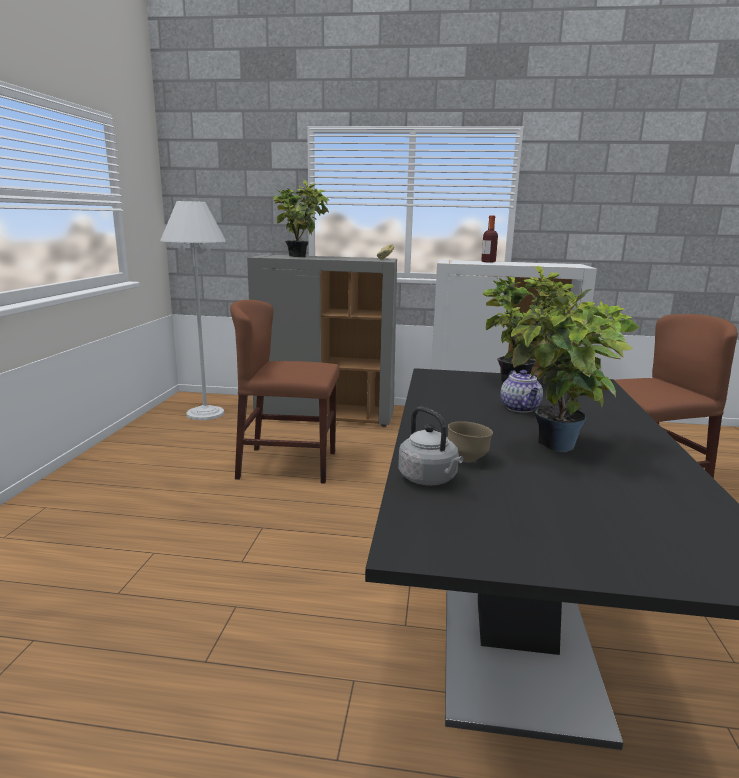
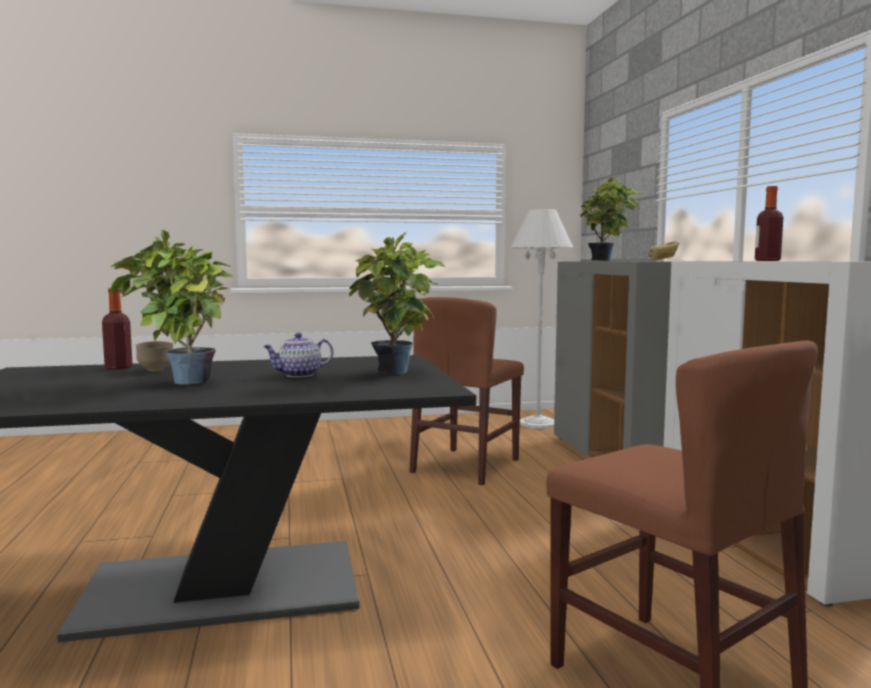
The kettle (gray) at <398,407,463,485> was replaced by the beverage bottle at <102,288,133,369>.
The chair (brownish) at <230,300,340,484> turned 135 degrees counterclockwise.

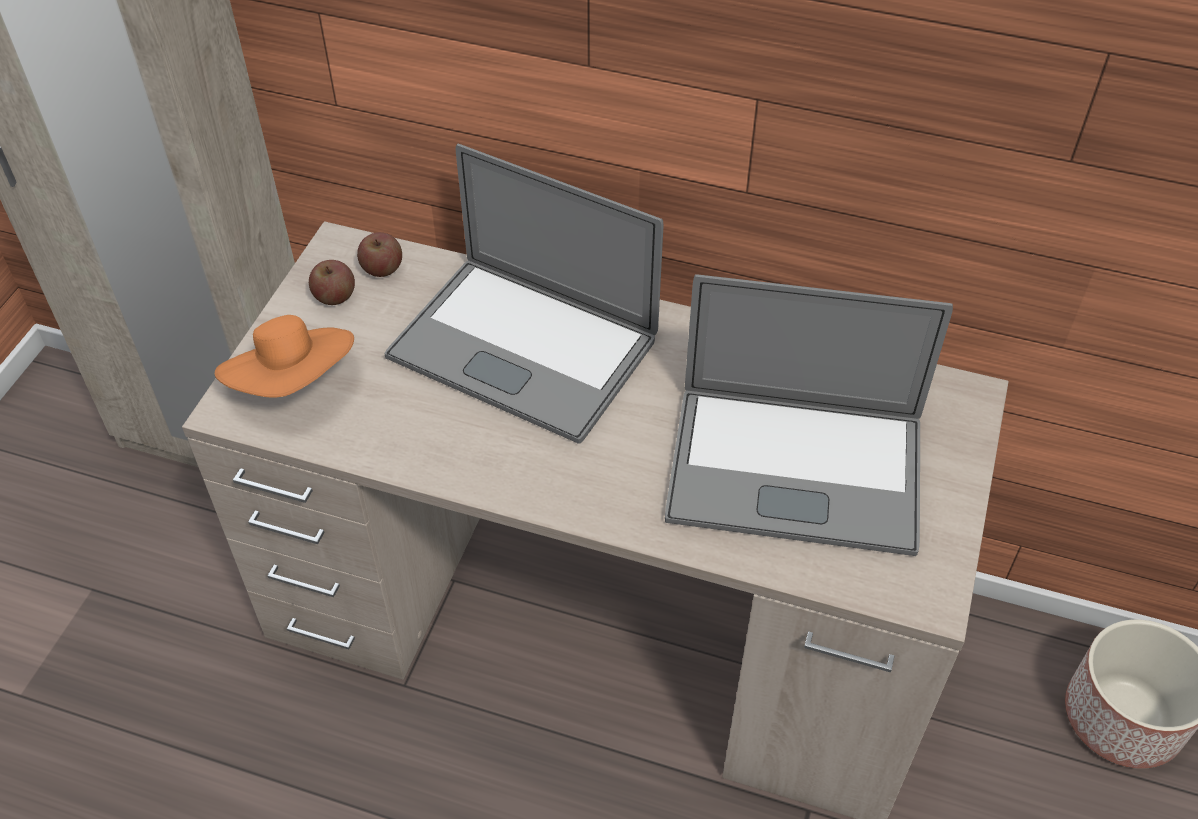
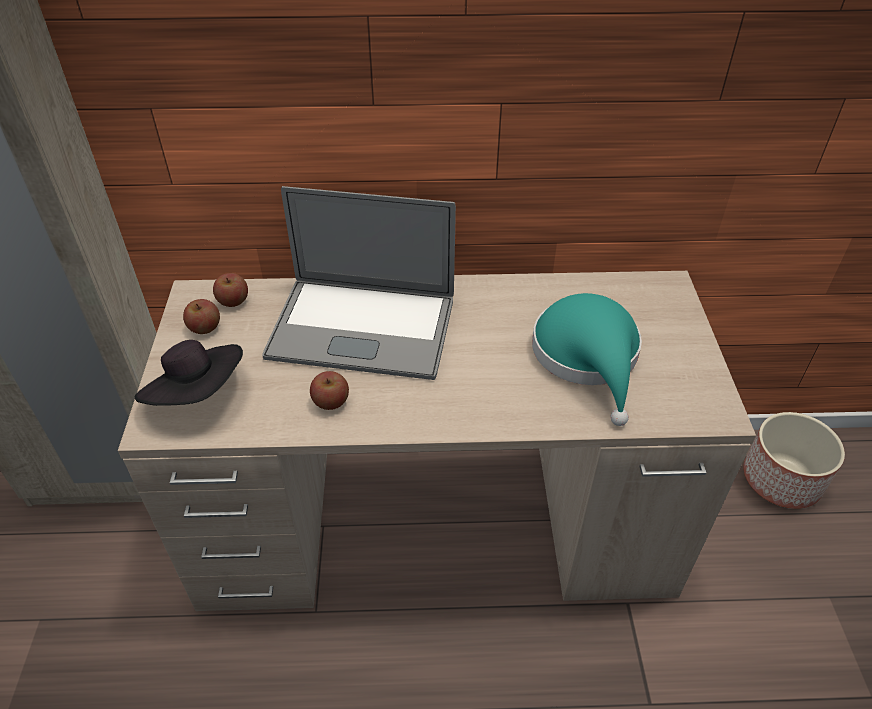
The whole apple at <310,371,349,410> appeared.
The portable computer at <665,274,953,556> was replaced by the wearable hat (turquoise-coloured) at <532,293,642,426>.
The wearable hat (orangey) at <215,315,354,398> became the wearable hat (black) at <135,340,243,406>.

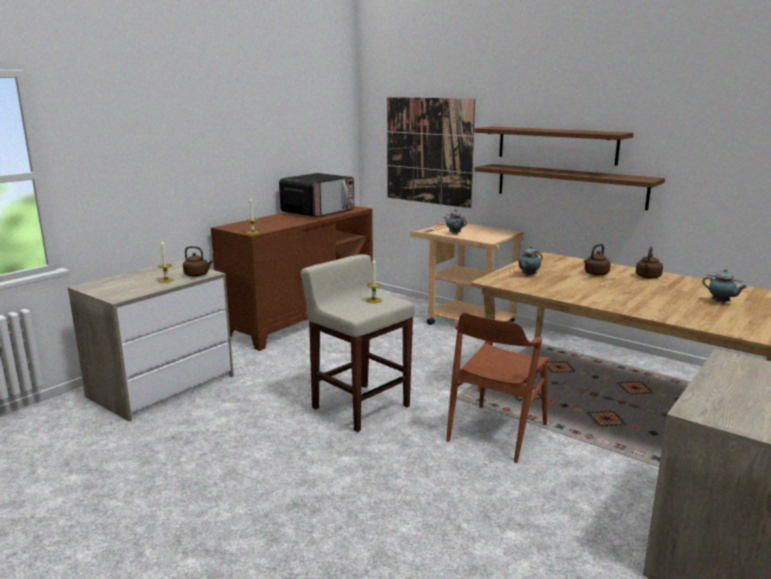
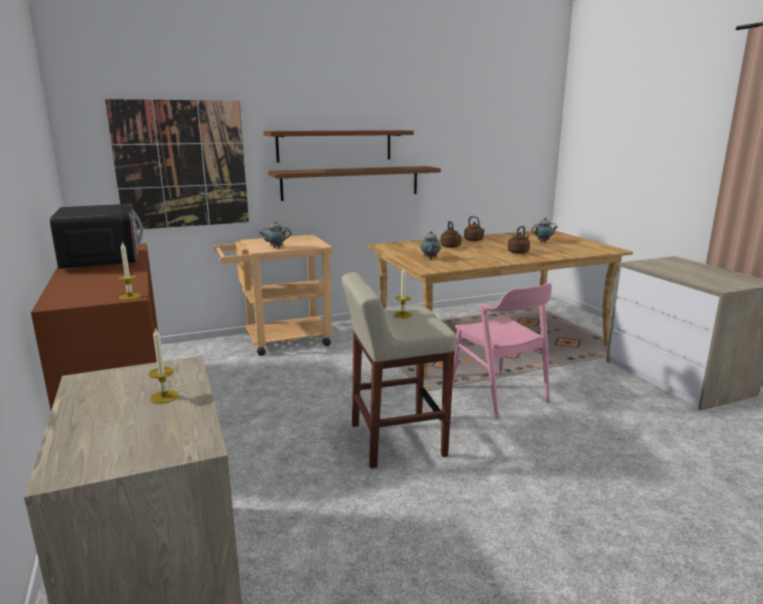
The kettle (brownish) moved from <183,246,213,277> to <508,226,530,254>.
The chair (brownish) at <446,313,549,463> became the chair (pink-coloured) at <452,283,552,419>.

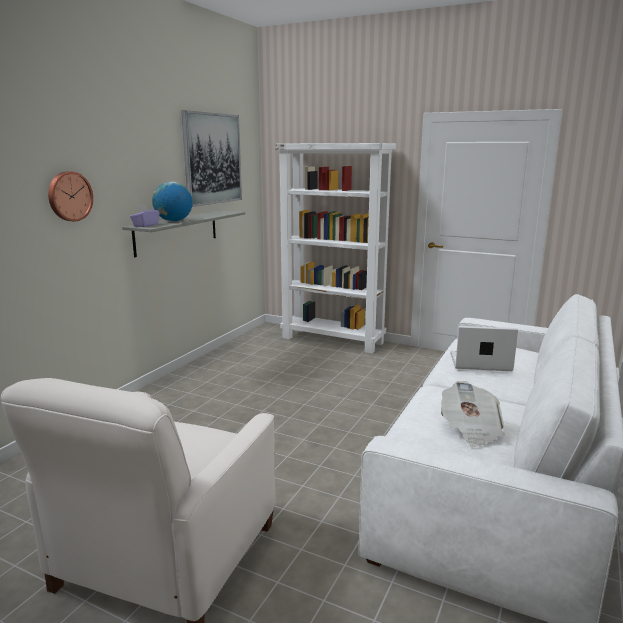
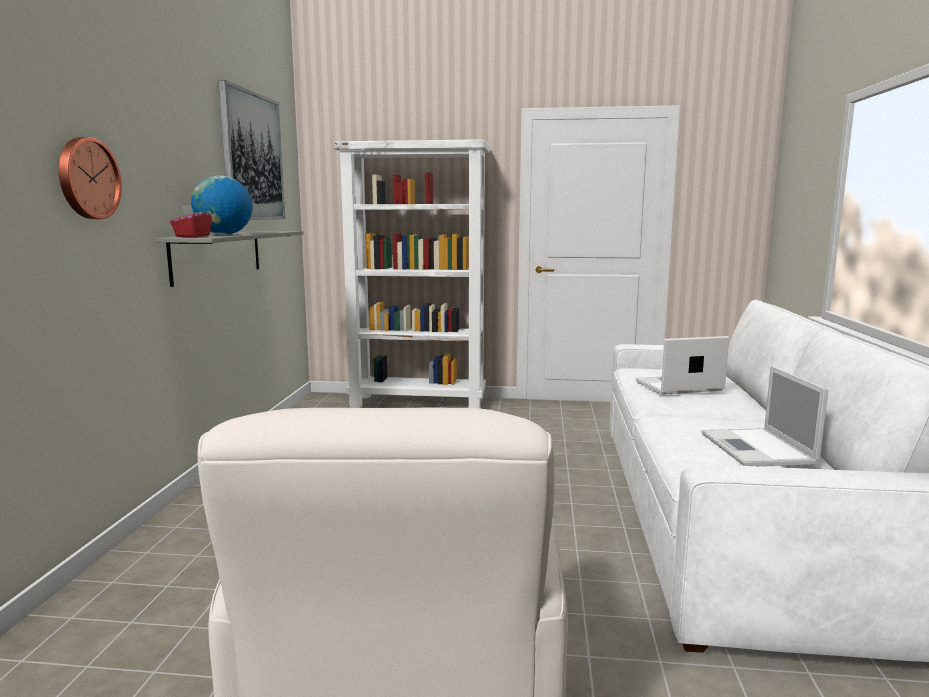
The printed paper at <441,381,505,447> was replaced by the portable computer at <702,366,828,466>.
The box of tissues (purple) at <130,205,160,227> became the box of tissues (reddish) at <170,205,212,237>.

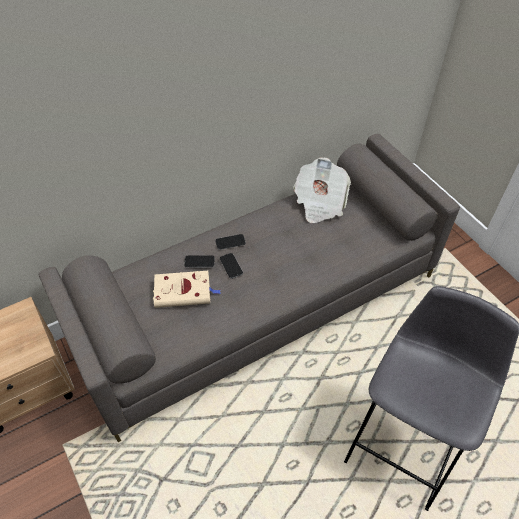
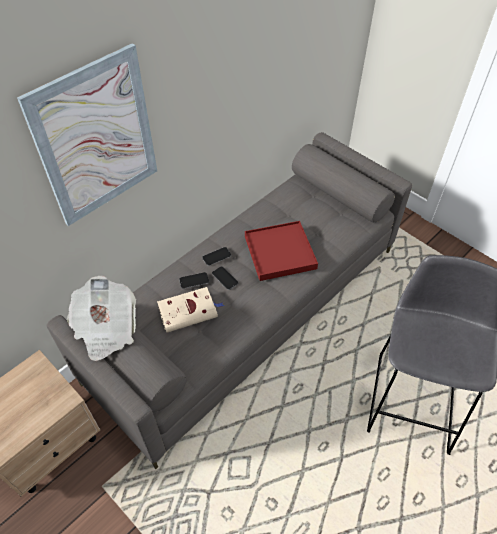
The picture at <17,43,157,226> appeared.
The serving tray (reddish) at <245,221,318,281> appeared.
The printed paper moved from <293,157,351,223> to <67,276,136,361>.

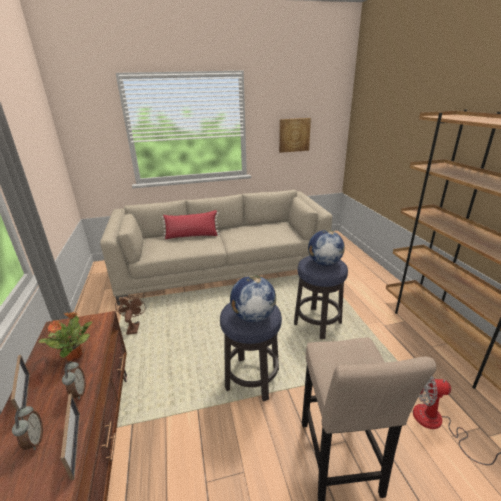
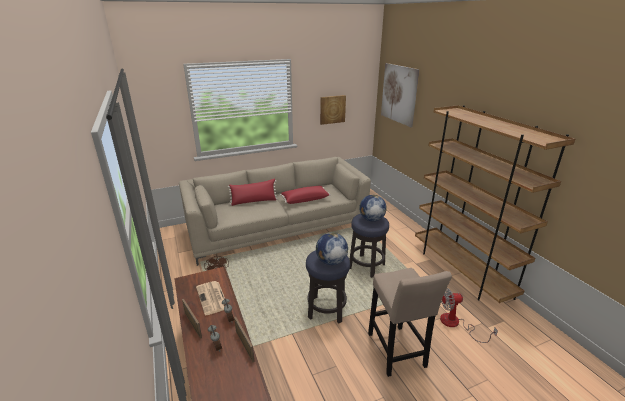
The cushion (reddish) at <280,186,331,204> appeared.
The picture at <381,63,420,127> appeared.
The plant in a pot at <39,312,92,361> was replaced by the printed paper at <196,281,225,315>.

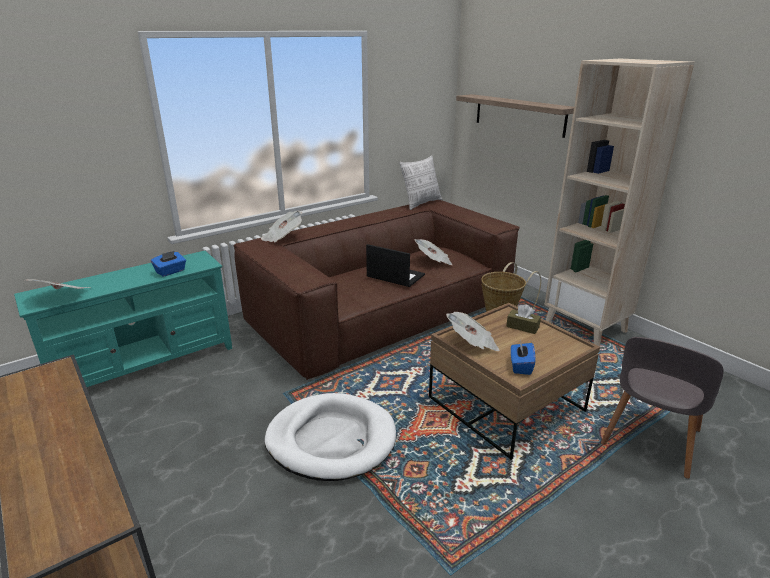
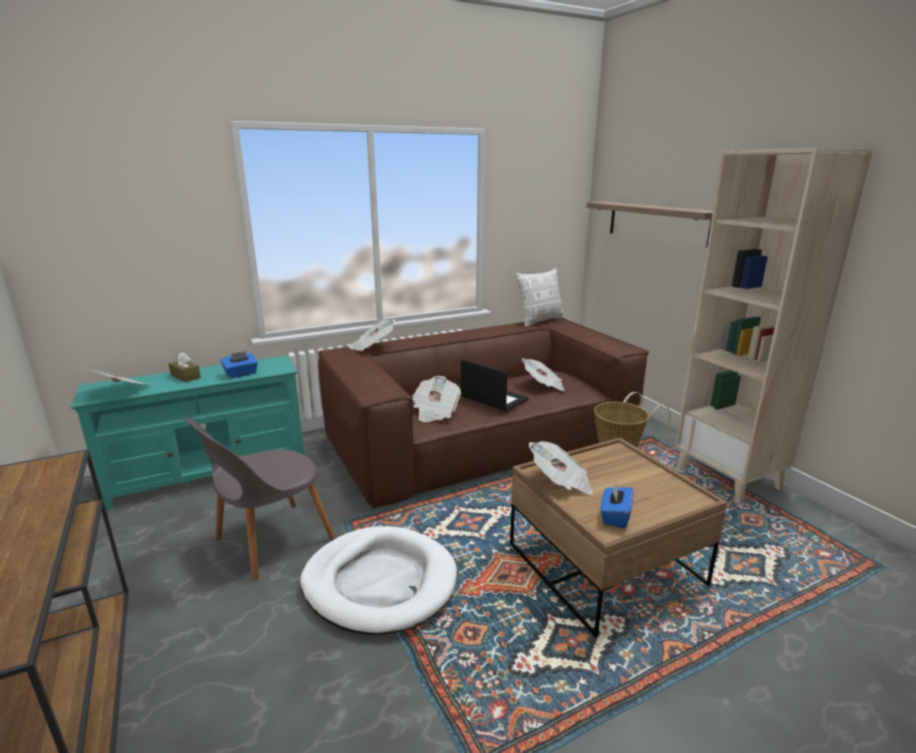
The printed paper at <412,376,461,422> appeared.
The box of tissues (brownish) moved from <506,304,541,334> to <169,352,201,382>.
The chair (gray) moved from <601,337,724,479> to <184,417,335,581>.

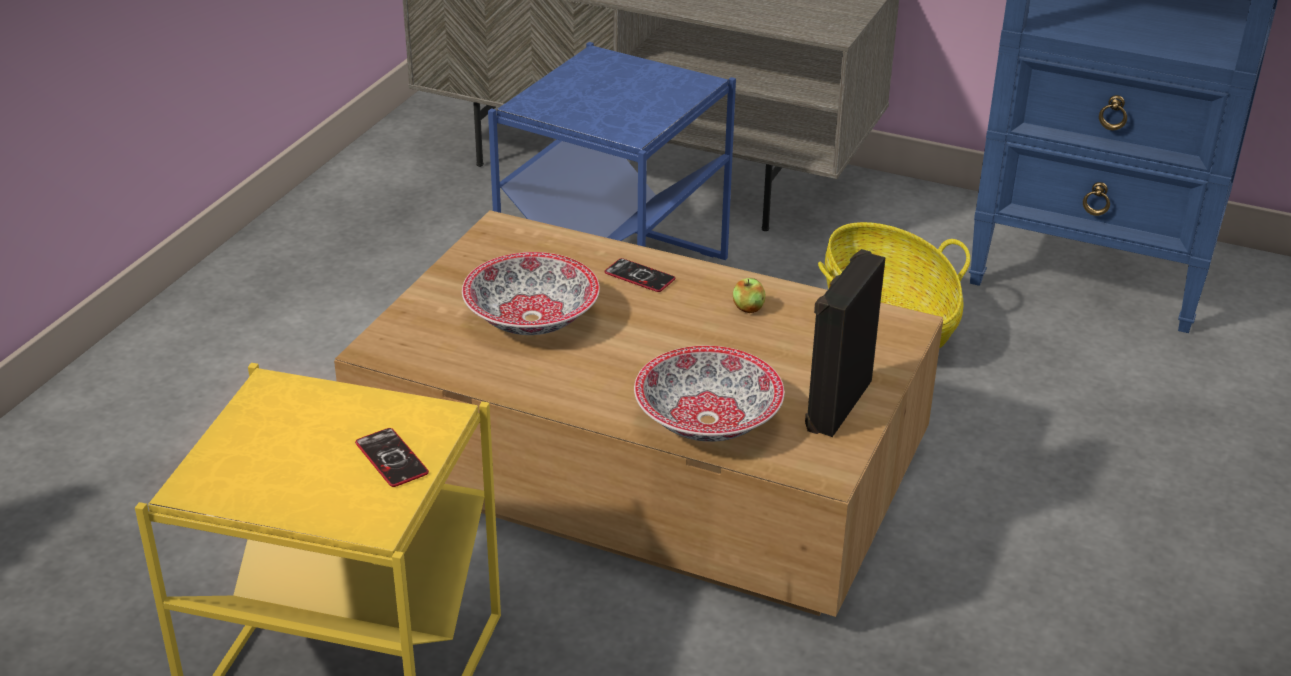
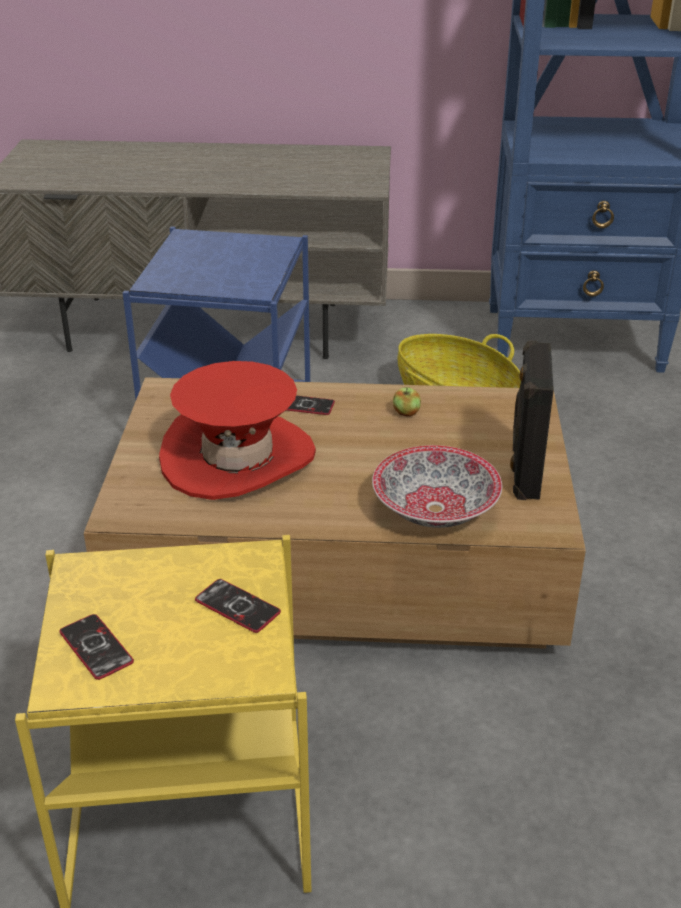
The handset at <59,614,134,680> appeared.
The deep dish at <462,252,600,335> was replaced by the wearable hat (reddish) at <159,361,316,500>.

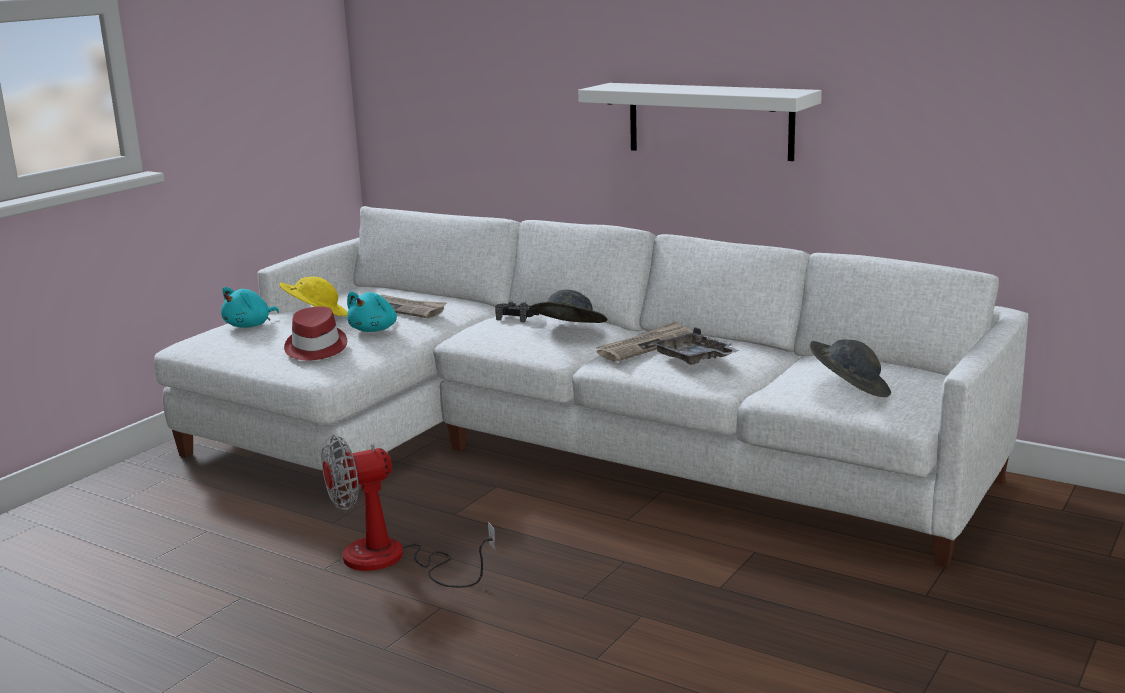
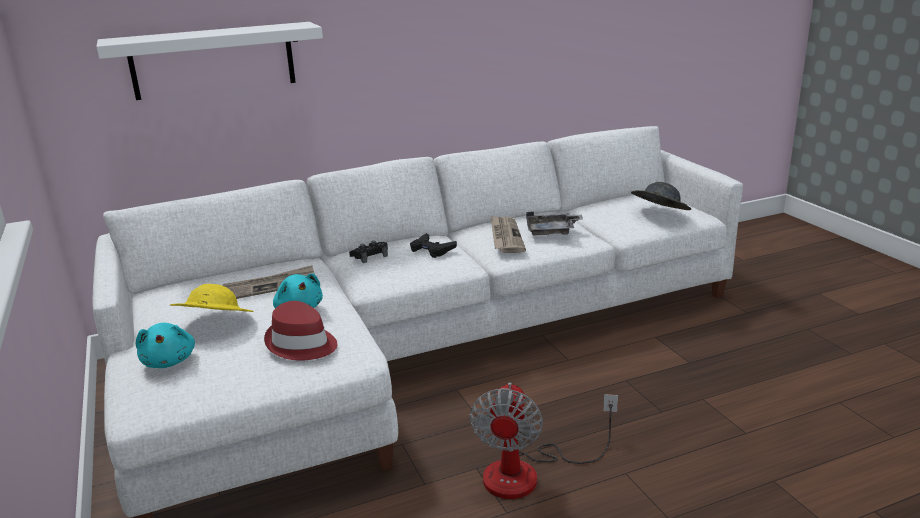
The shelf (white-coloured) moved from <578,83,822,161> to <97,22,323,100>.
The wearable hat (gray) at <529,290,608,323> was replaced by the joypad (black) at <410,233,457,258>.

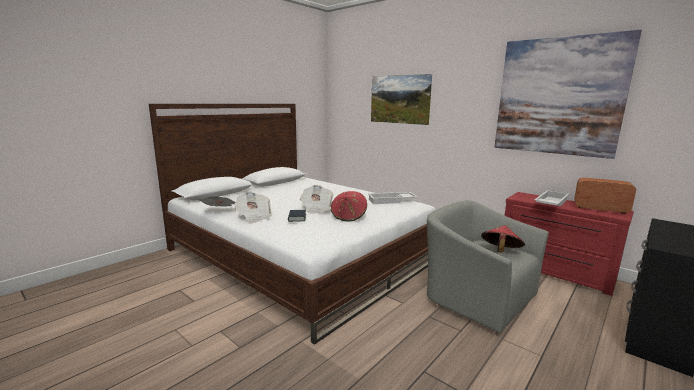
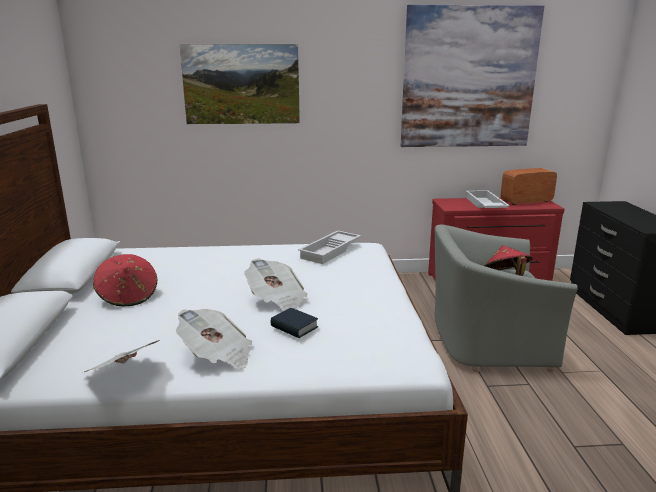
The wearable hat (reddish) moved from <331,191,367,222> to <93,254,157,306>.

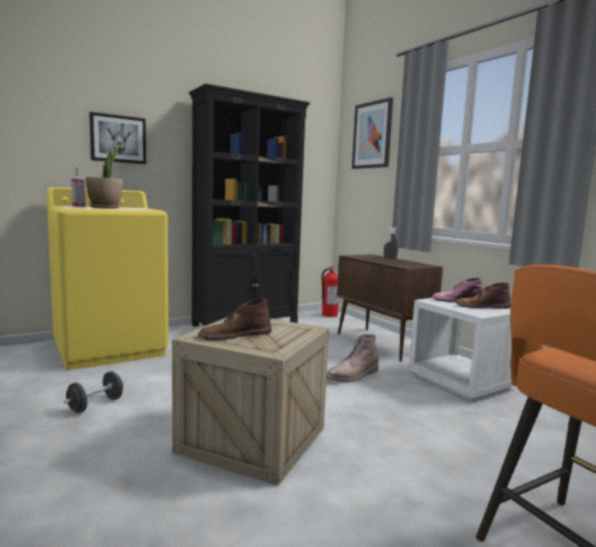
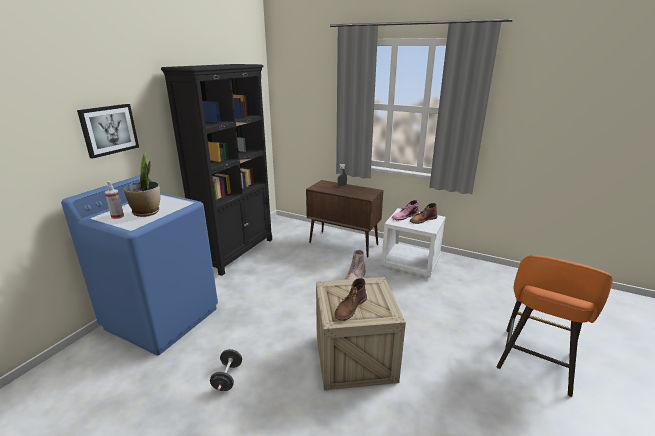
The extinguisher at <322,264,339,317> disappeared.
The picture at <352,97,393,169> disappeared.
The laundry machine (yellowish) at <46,187,168,370> became the laundry machine (blue) at <61,175,218,355>.

